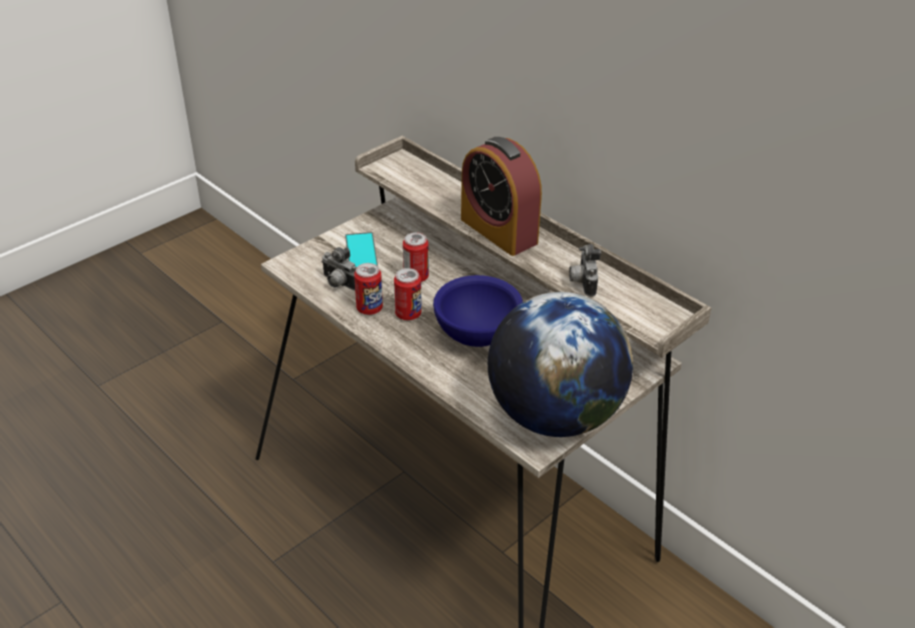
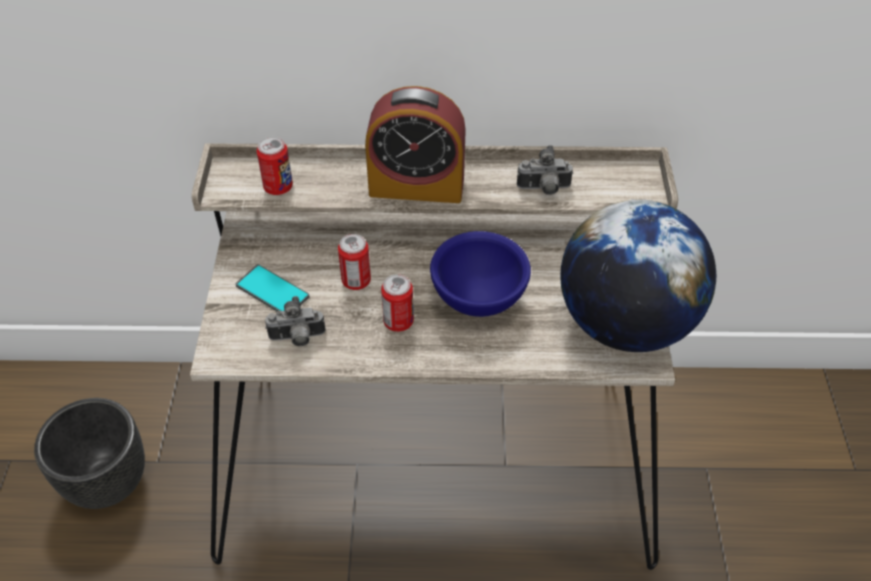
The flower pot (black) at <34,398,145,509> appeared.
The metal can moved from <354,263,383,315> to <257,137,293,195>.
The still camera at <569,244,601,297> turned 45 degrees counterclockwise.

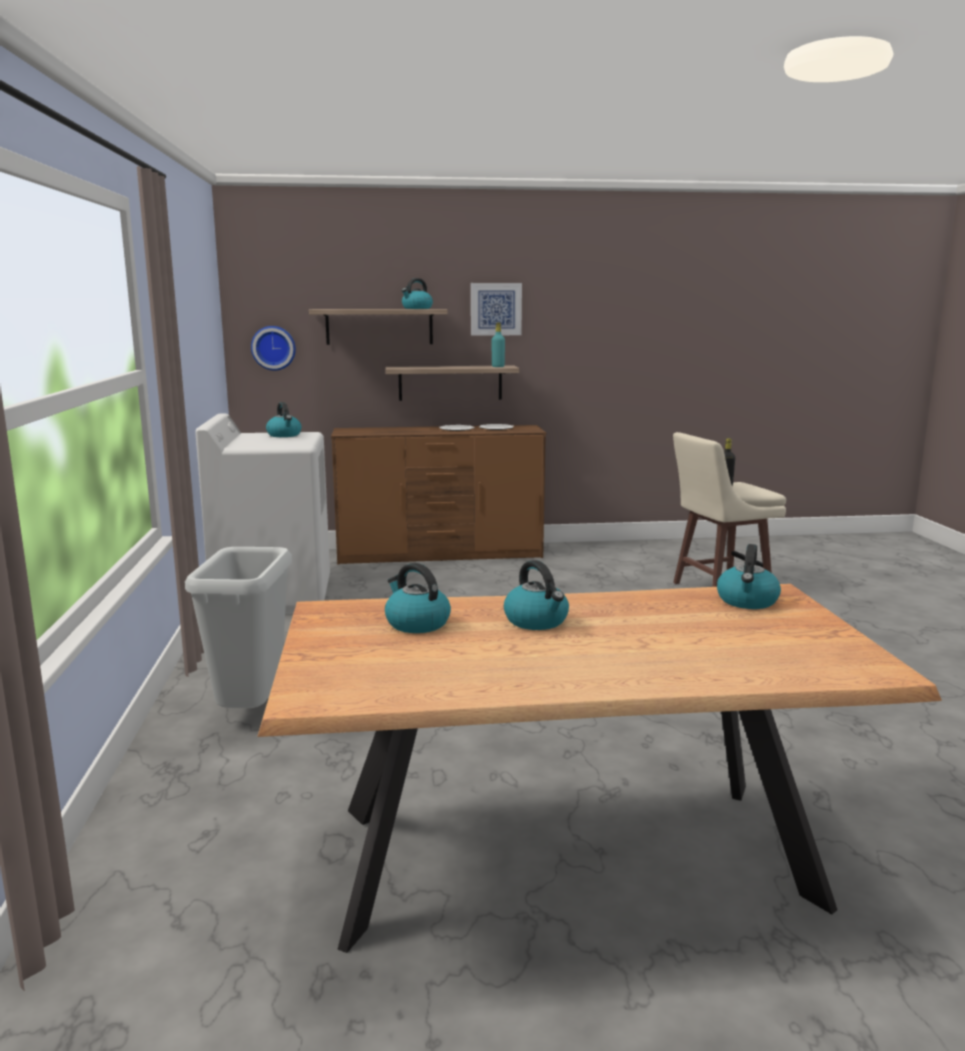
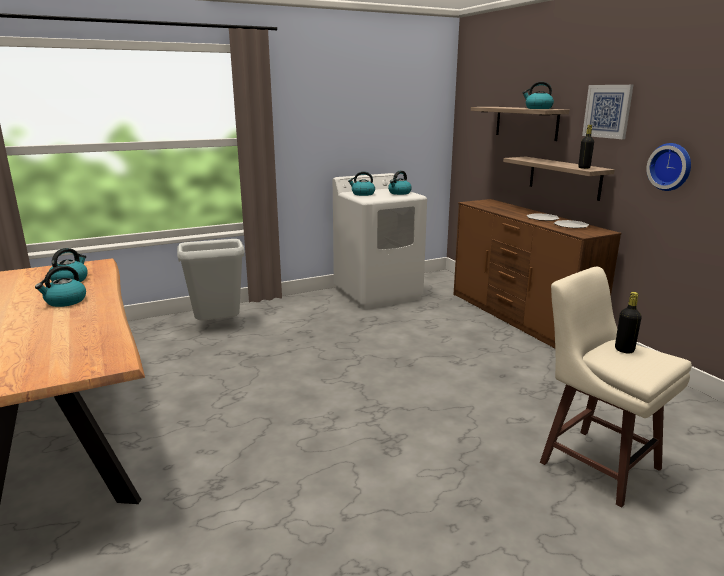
The wall clock moved from <251,326,296,371> to <646,143,691,191>.
The kettle moved from <717,544,781,609> to <348,171,375,196>.
The beverage bottle (turquoise-coloured) at <491,323,505,367> became the beverage bottle (black) at <578,125,594,169>.

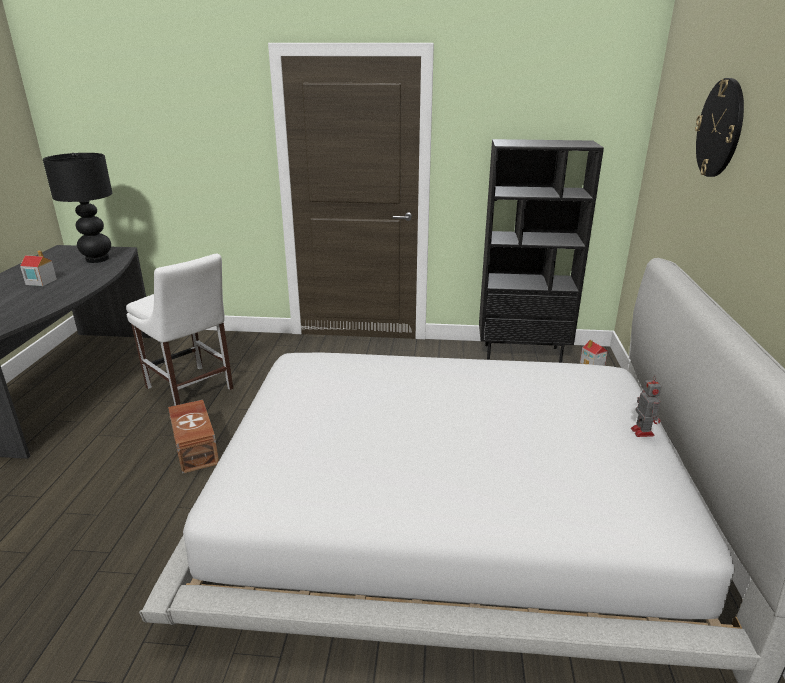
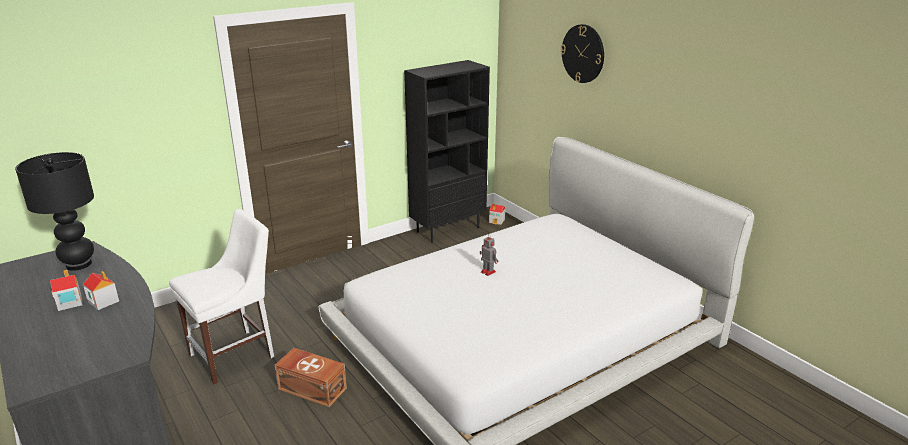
The toy house at <83,271,119,310> appeared.
The toy robot moved from <631,376,662,437> to <480,234,498,276>.
The chair (white-coloured) at <126,254,233,405> turned 45 degrees counterclockwise.

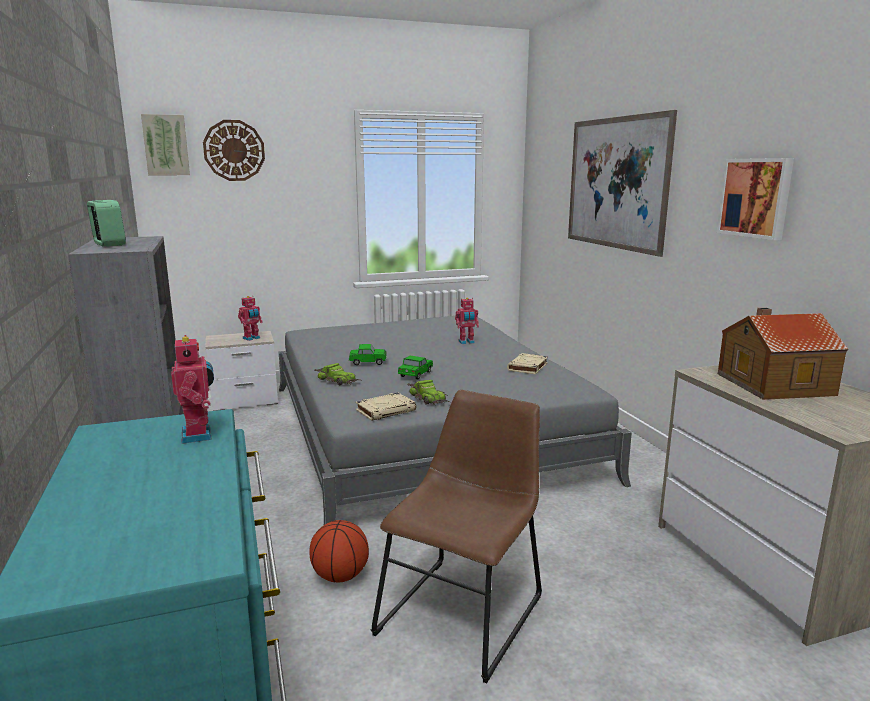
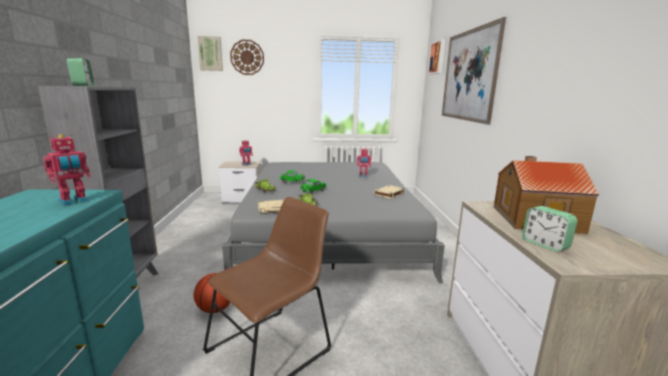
The alarm clock at <522,206,577,252> appeared.
The picture moved from <717,158,794,240> to <428,39,445,75>.
The toy robot at <171,335,214,444> turned 45 degrees clockwise.

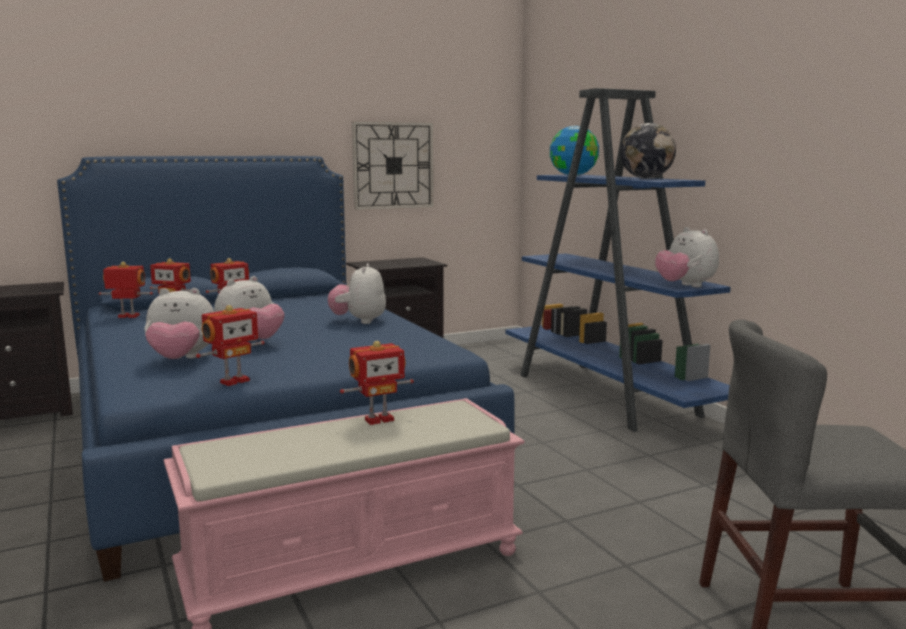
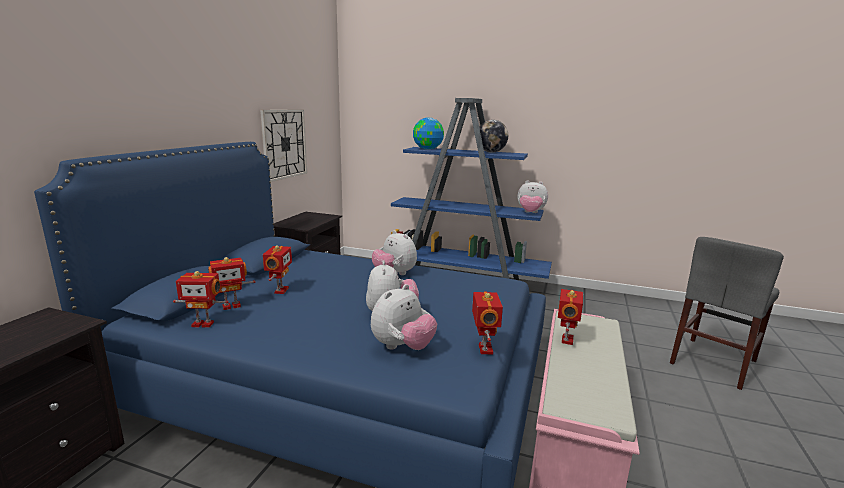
The toy robot at <99,262,153,318> turned 135 degrees counterclockwise.

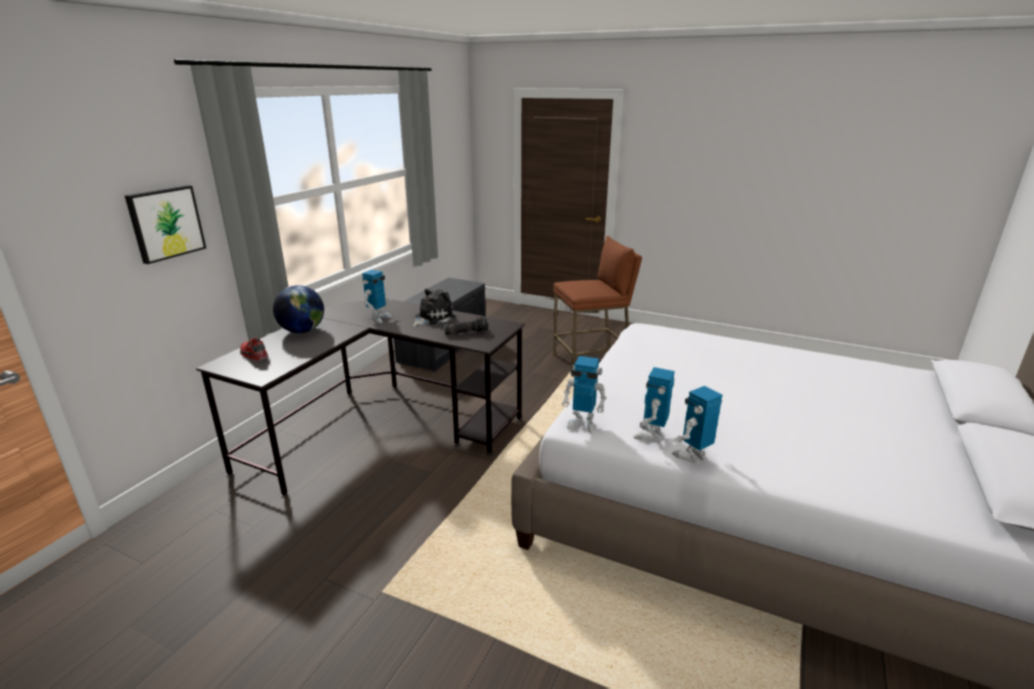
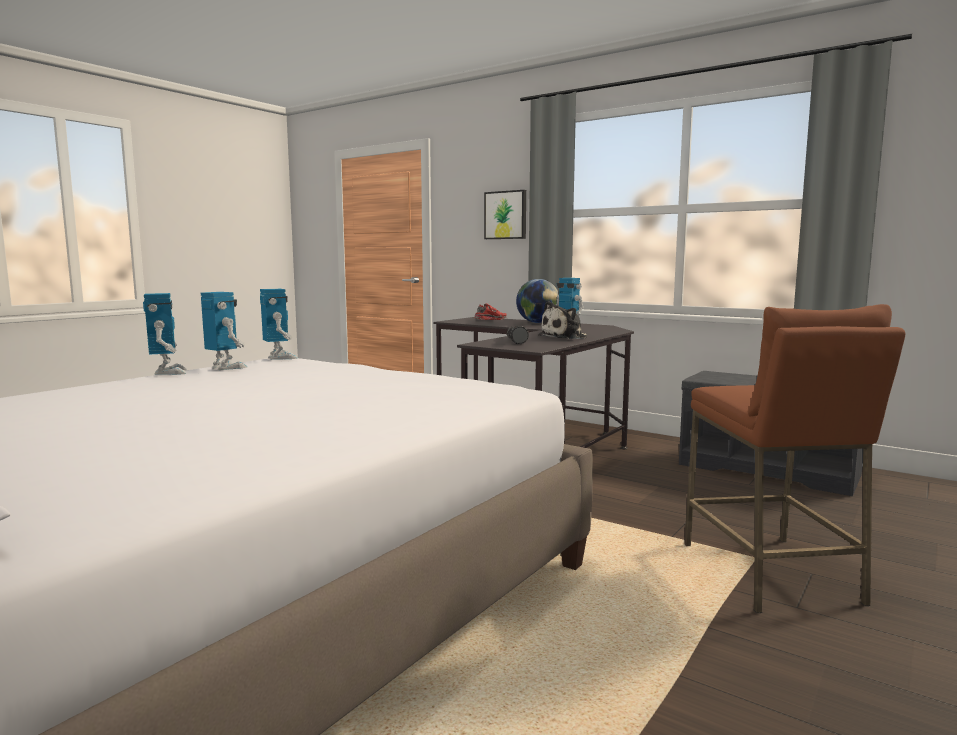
The soft toy at <412,289,456,326> turned 90 degrees clockwise.
The toy robot at <562,356,607,433> turned 120 degrees clockwise.

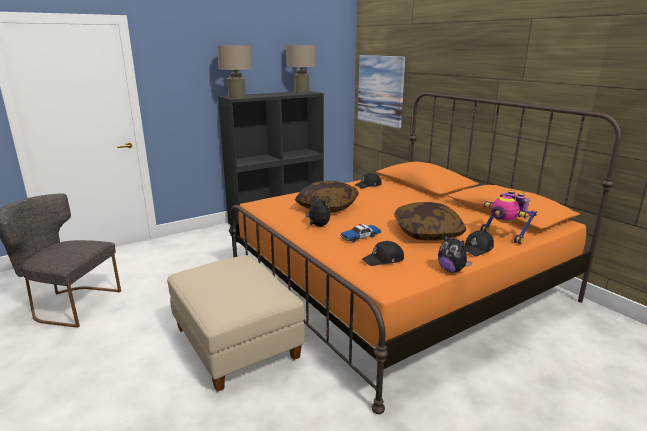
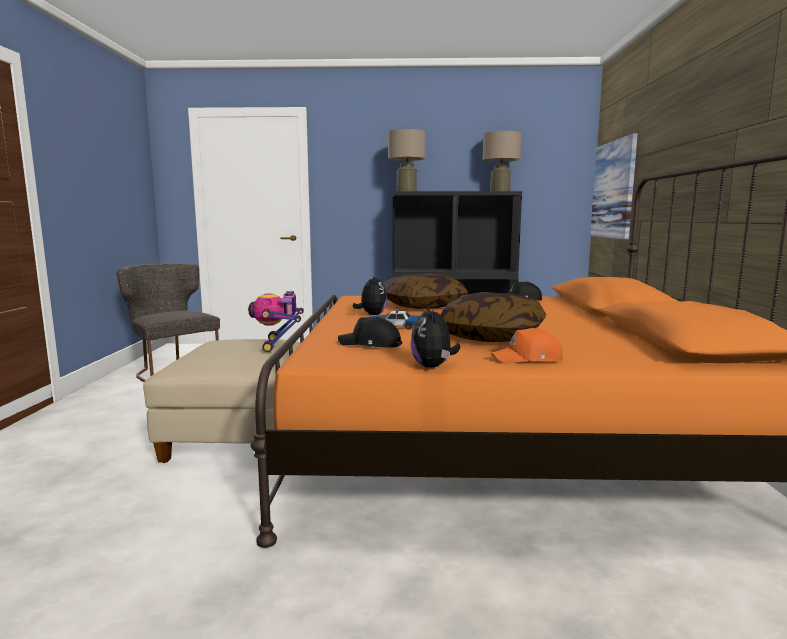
The toy robot moved from <481,191,538,244> to <248,291,304,352>.
The baseball cap (black) at <464,231,494,257> became the baseball cap (orangey) at <491,328,563,364>.

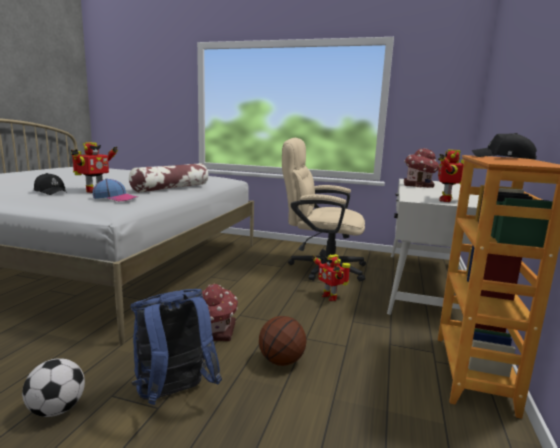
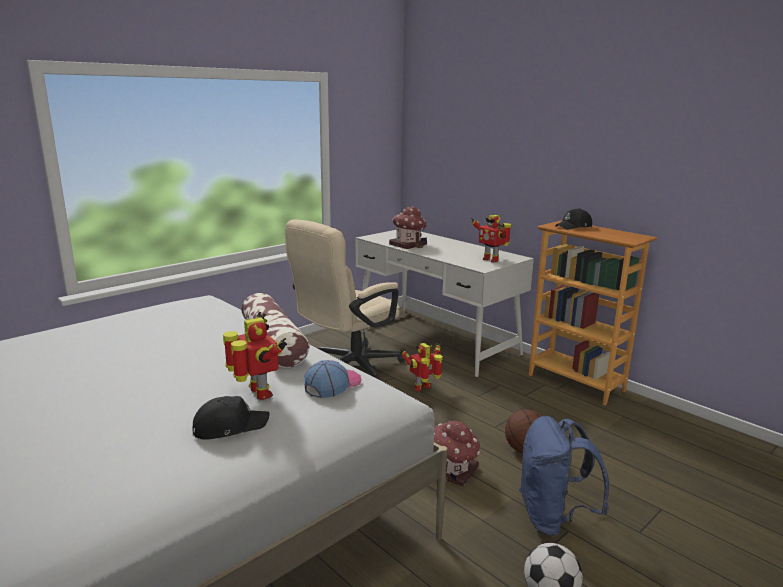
The toy robot at <312,254,350,301> turned 150 degrees clockwise.

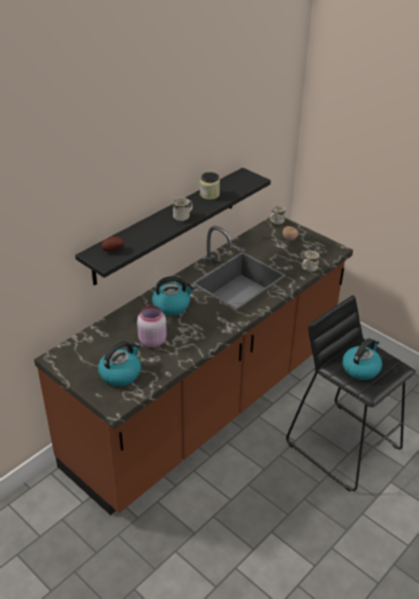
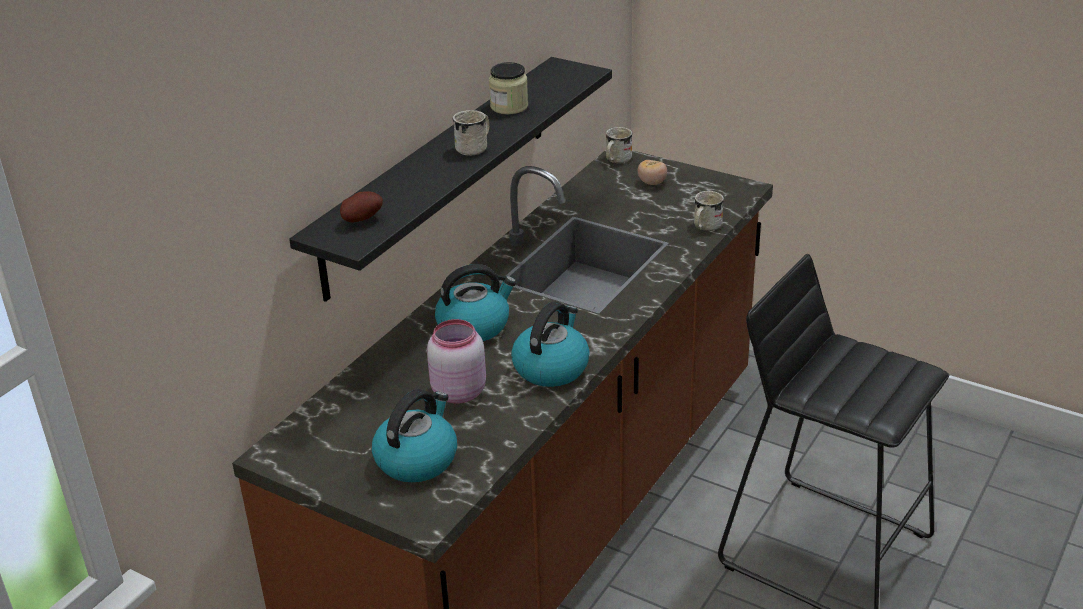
The kettle moved from <342,338,382,380> to <511,301,590,387>.

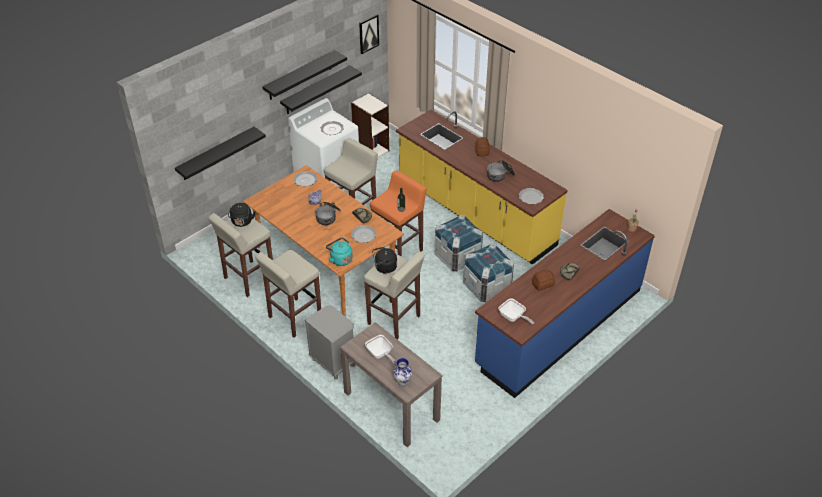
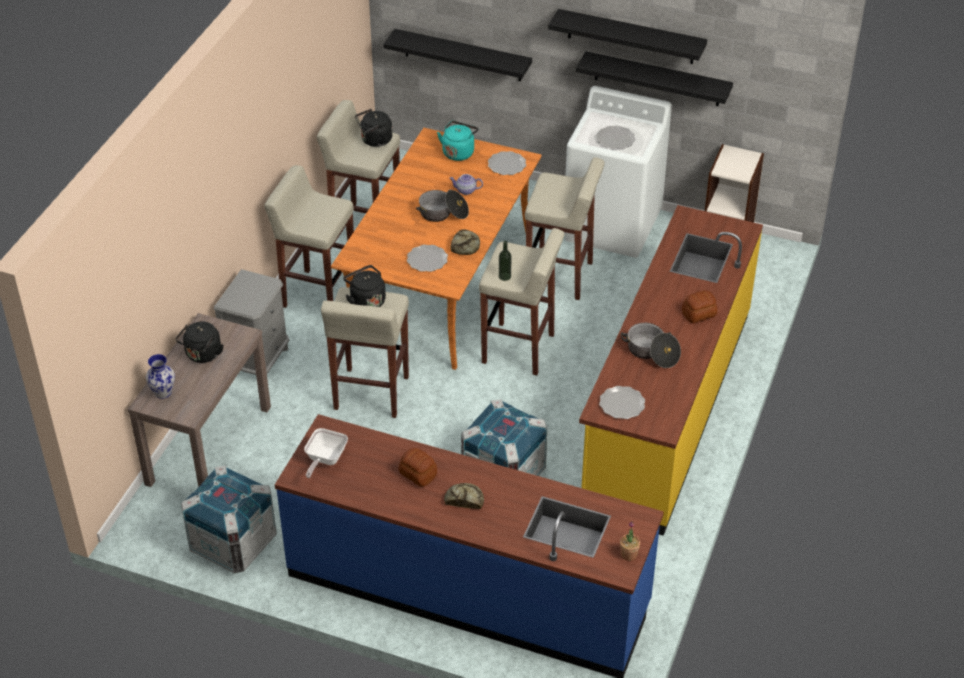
The picture at <359,14,379,54> disappeared.
The kettle (turquoise-coloured) moved from <326,237,353,266> to <437,121,479,161>.
The packing crate moved from <435,215,483,272> to <181,465,277,573>.
The skillet at <365,335,396,364> was replaced by the kettle (black) at <176,322,223,363>.
The stool seat (orangey) at <370,170,427,257> became the stool seat (sand-coloured) at <479,228,564,375>.

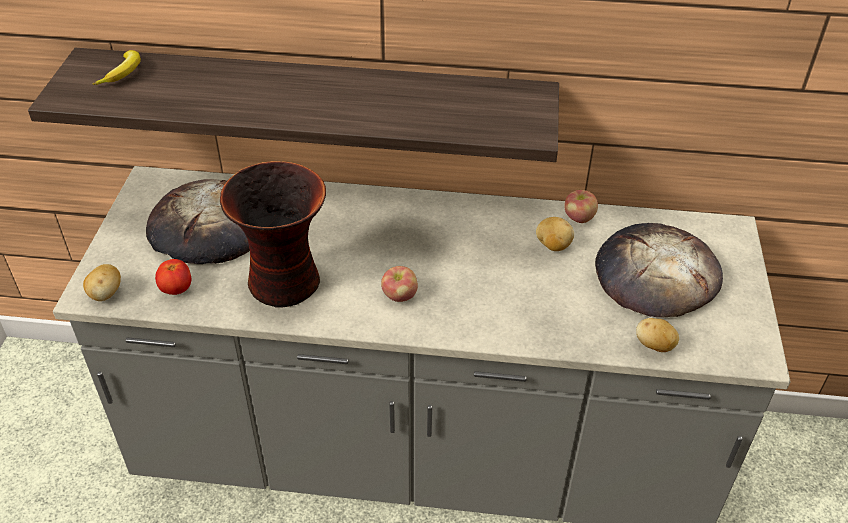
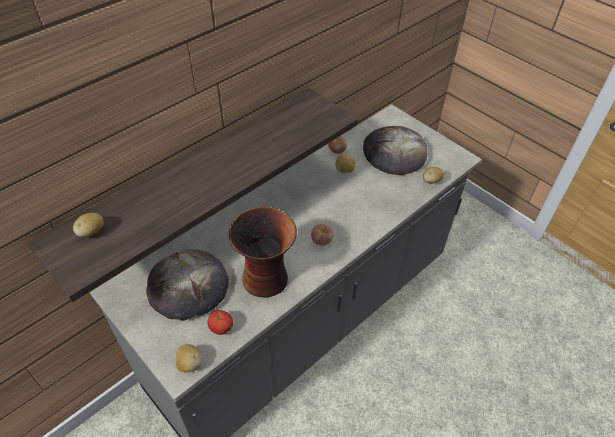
The whole banana at <93,50,141,85> was replaced by the spud at <73,213,103,238>.

